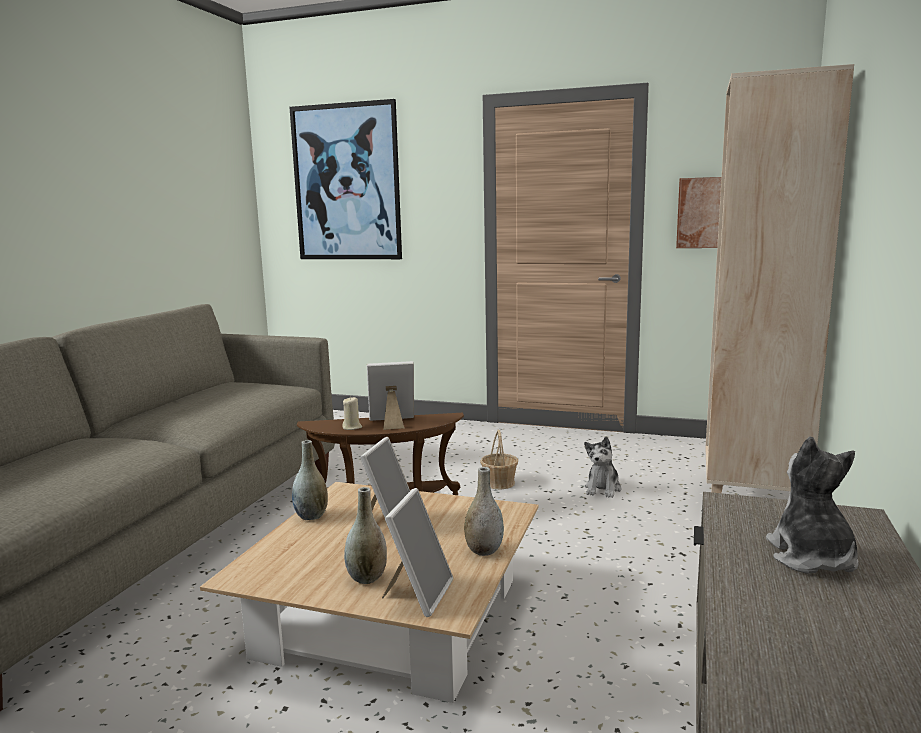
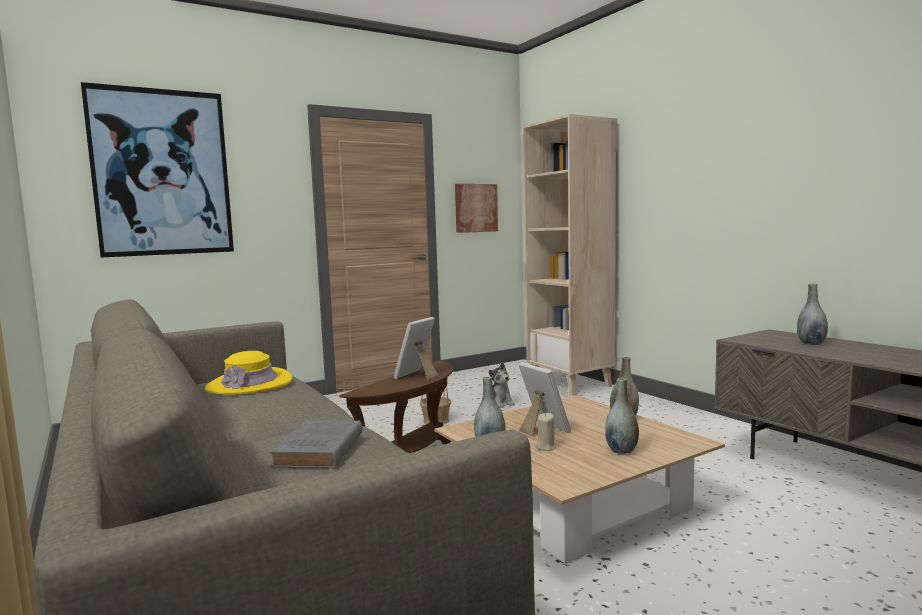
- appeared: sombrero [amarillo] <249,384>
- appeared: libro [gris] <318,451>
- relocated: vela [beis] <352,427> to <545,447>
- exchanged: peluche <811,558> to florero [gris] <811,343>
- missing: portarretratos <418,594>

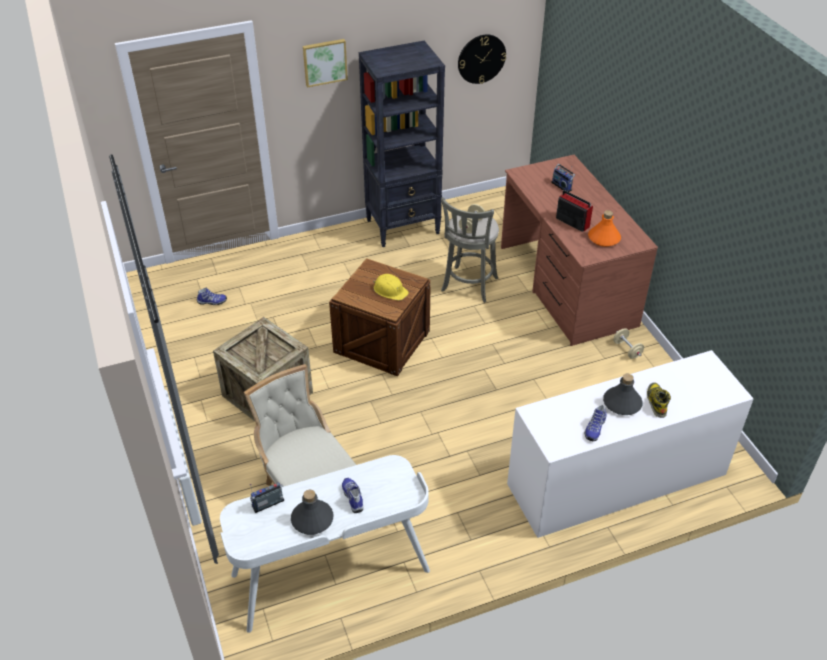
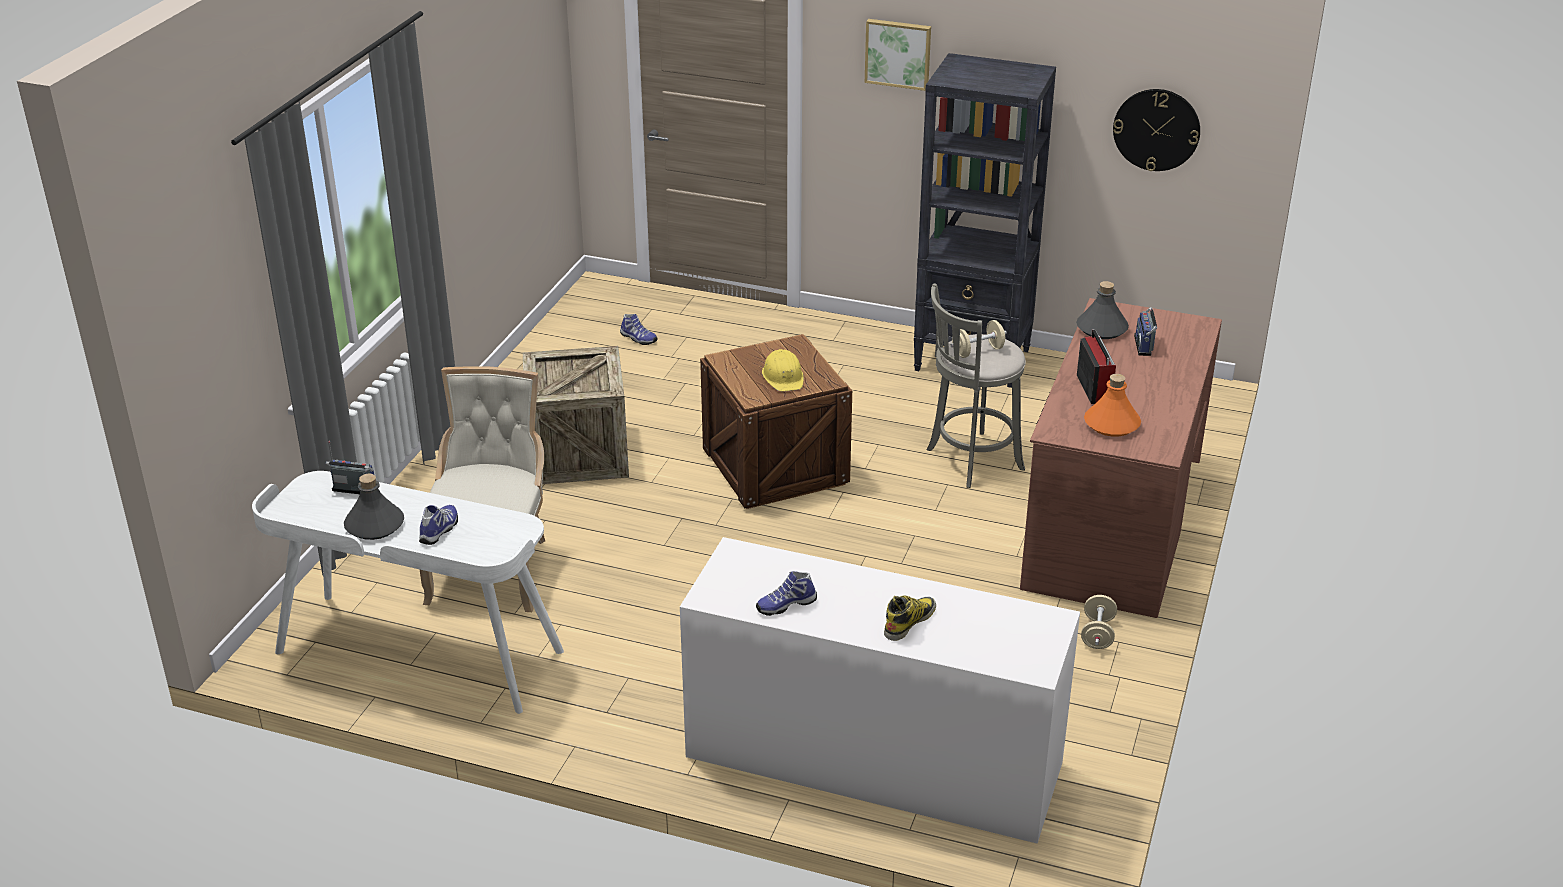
- relocated: botella [gris] <621,403> to <1101,329>

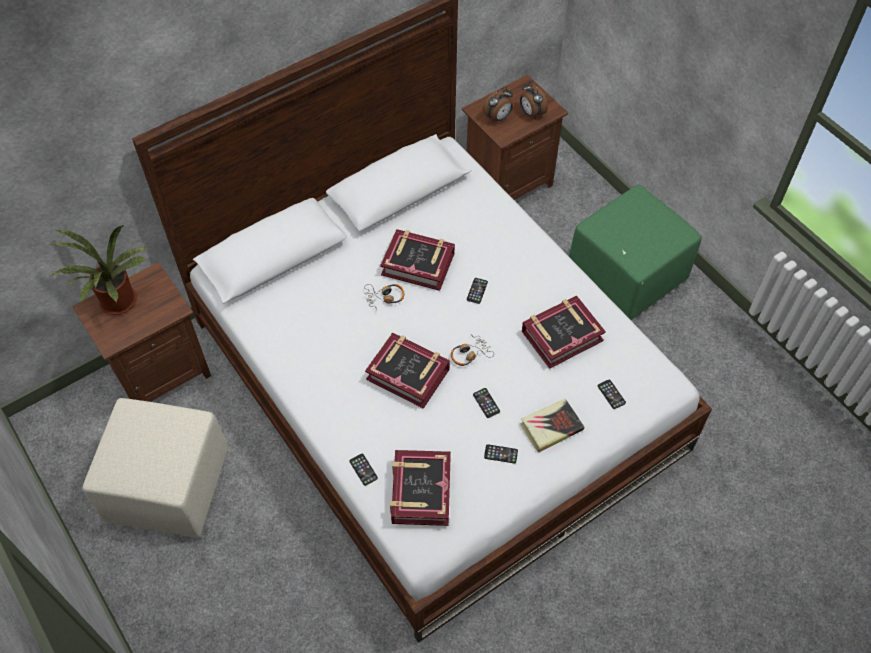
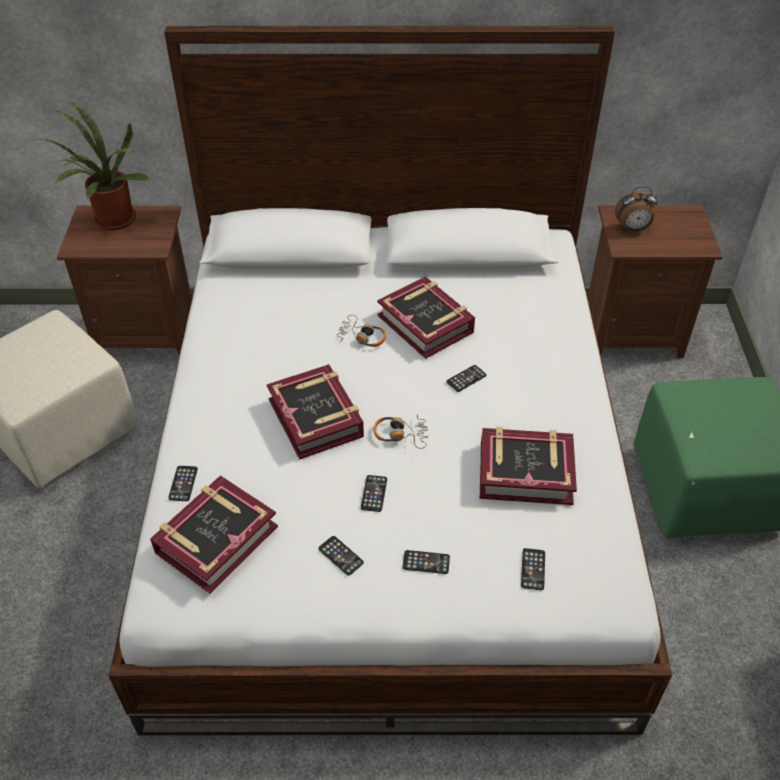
- exchanged: libro <551,427> to móvil <426,562>
- missing: despertador <531,113>

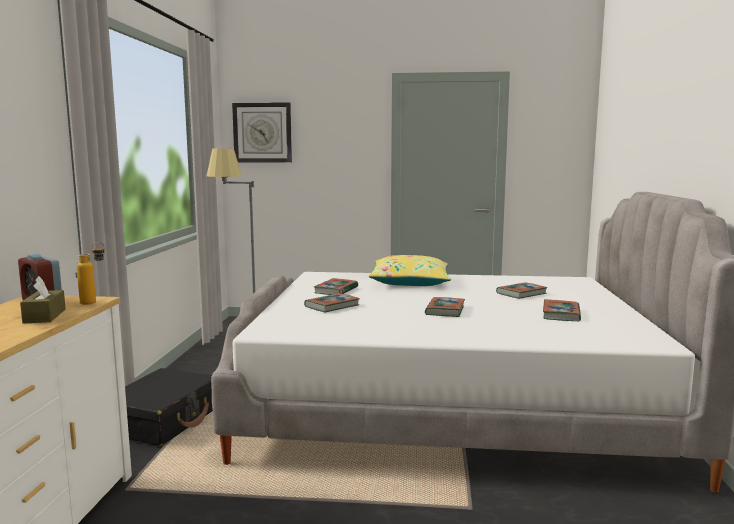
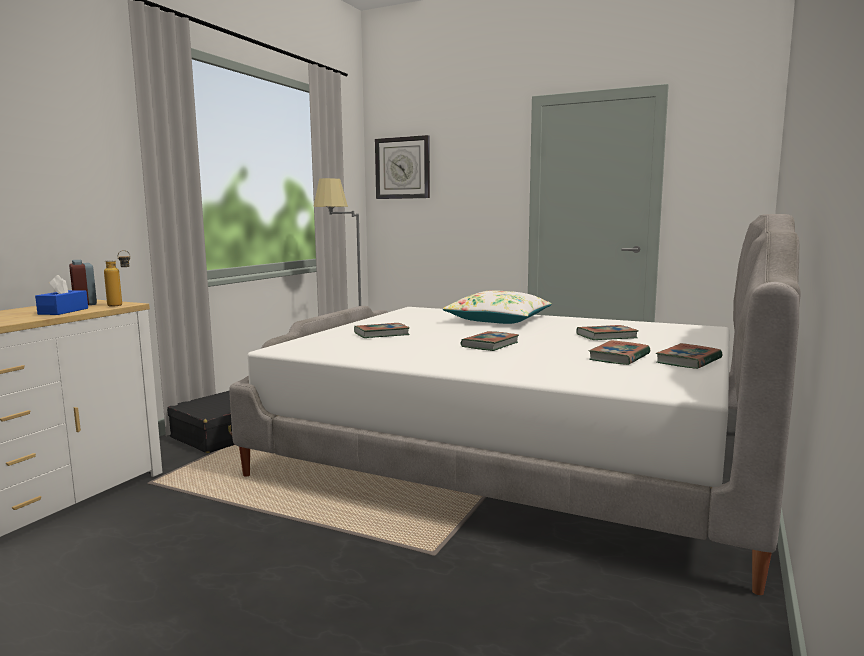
- colour: caja de pañuelos [marrón] <44,316> to caja de pañuelos [azul] <63,311>
- colour: cojín [amarillo] <410,282> to cojín [blanco] <498,320>
- relocated: libro <336,290> to <688,361>

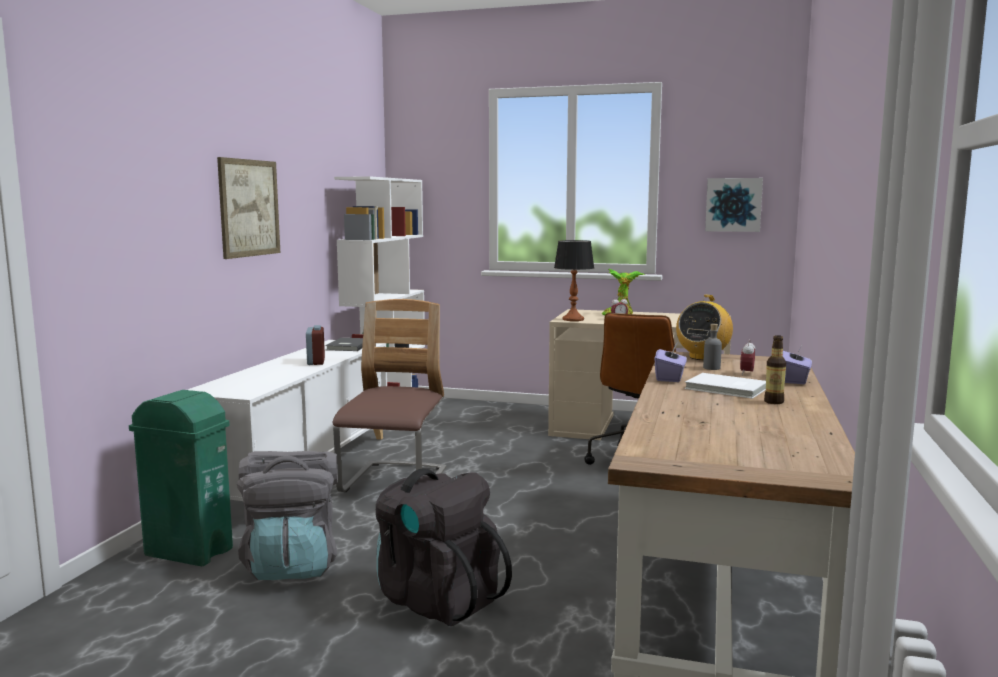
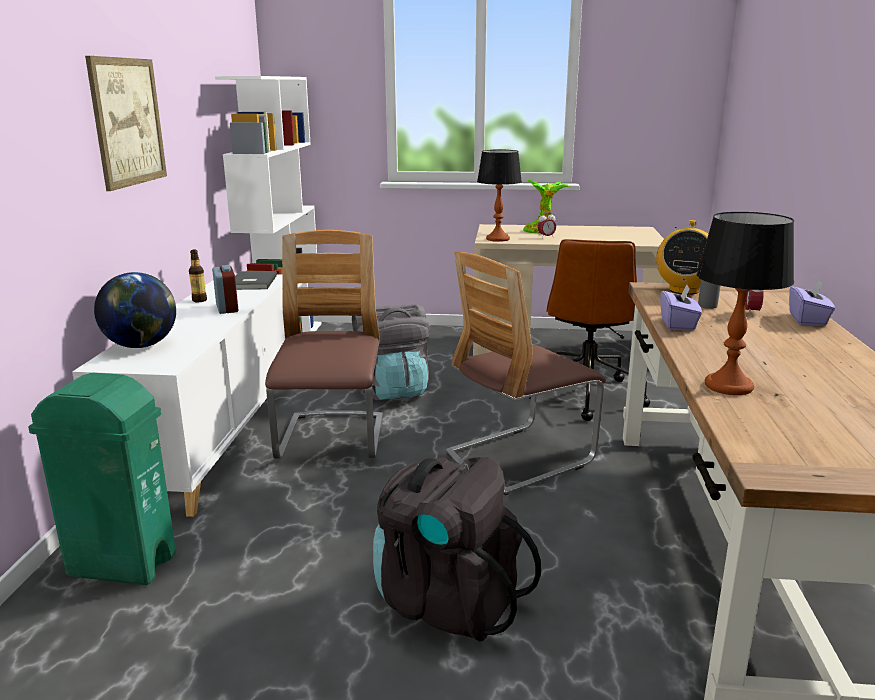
- appeared: globo terráqueo <142,345>
- relocated: botella <774,402> to <199,300>
- relocated: mochila [gris] <293,565> to <393,389>
- appeared: silla <519,458>
- appeared: lámpara de mesa <729,386>
- missing: libro [blanco] <726,389>
- missing: cuadro <733,204>

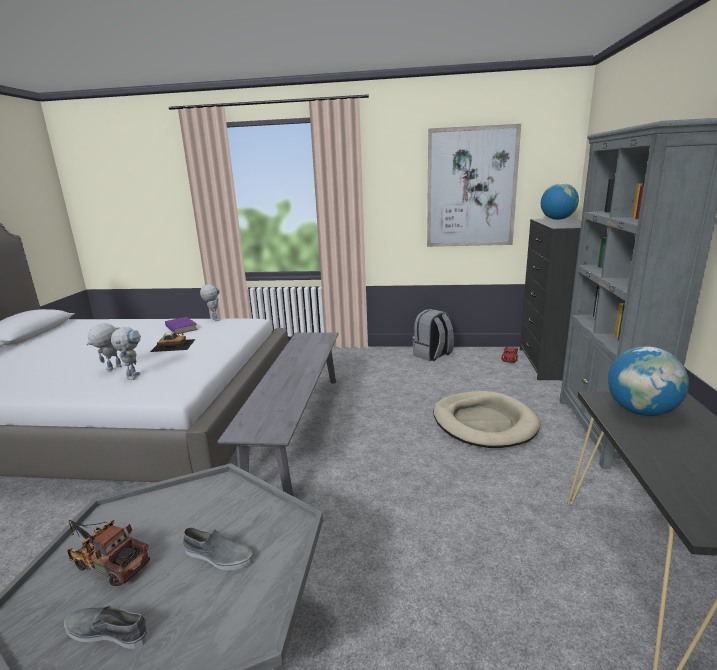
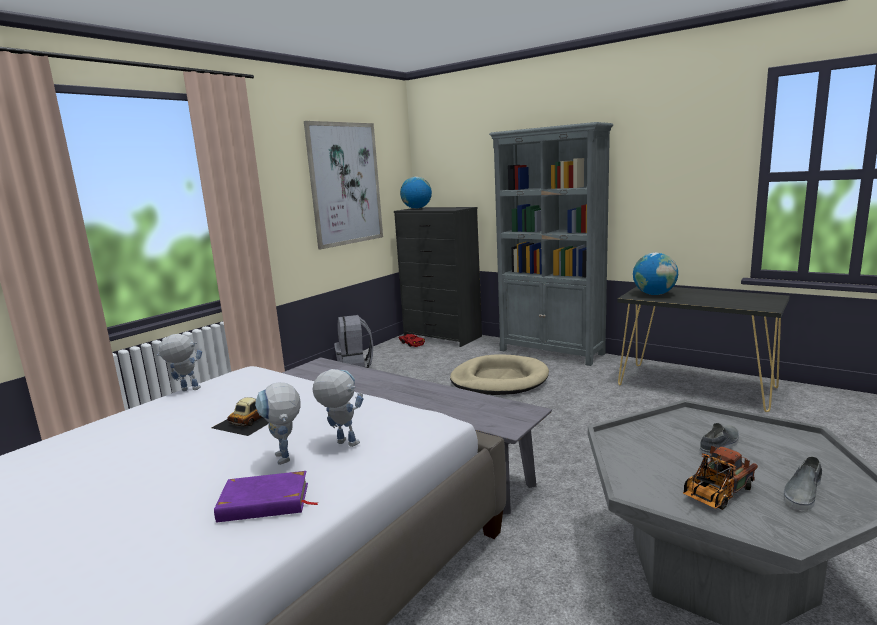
- relocated: libro [morado] <181,328> to <265,502>

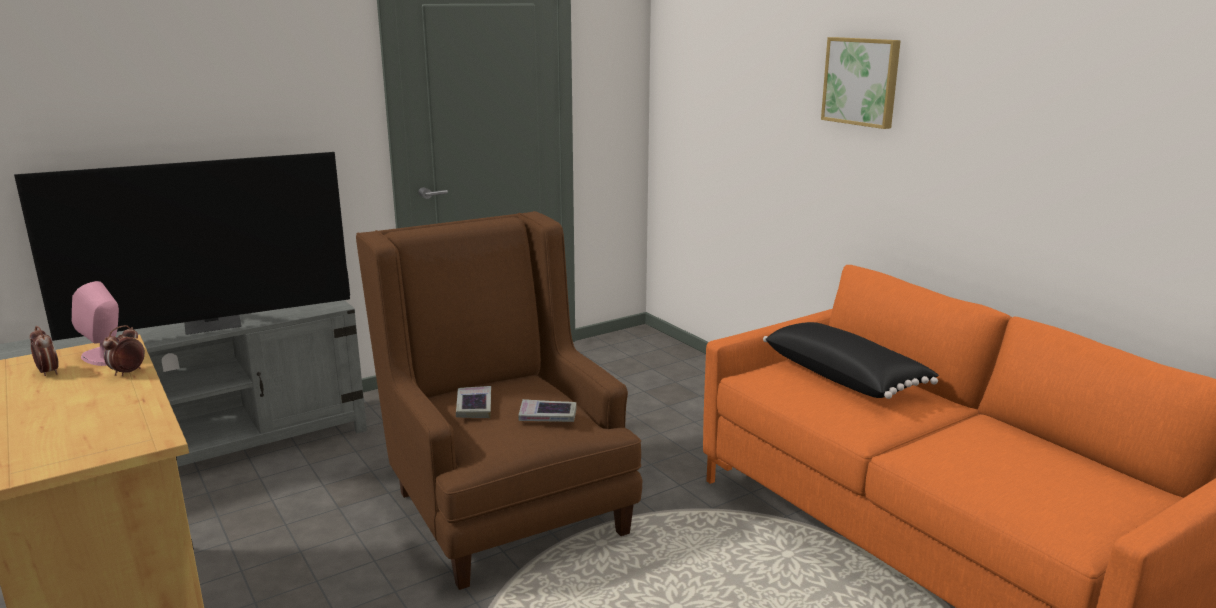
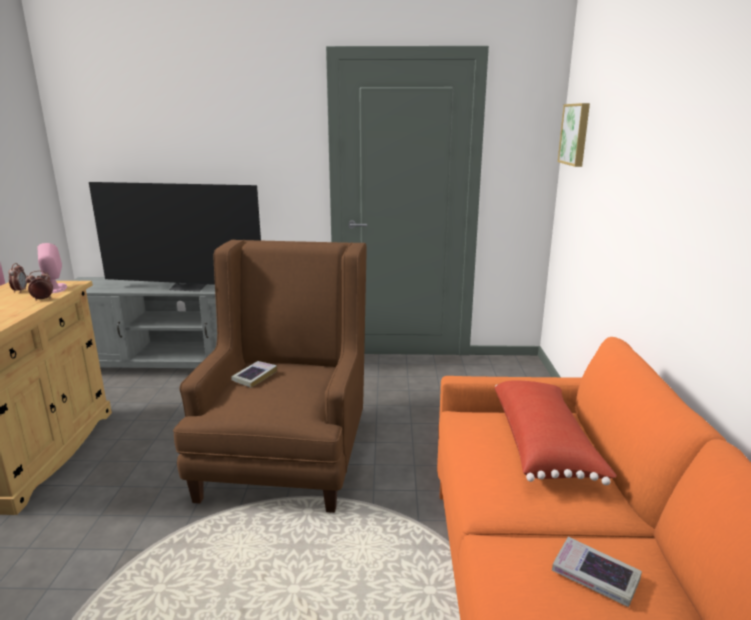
- colour: cojín [negro] <845,377> to cojín [rojo] <544,446>
- relocated: libro <547,416> to <595,576>
- relocated: cuadro <862,81> to <576,134>

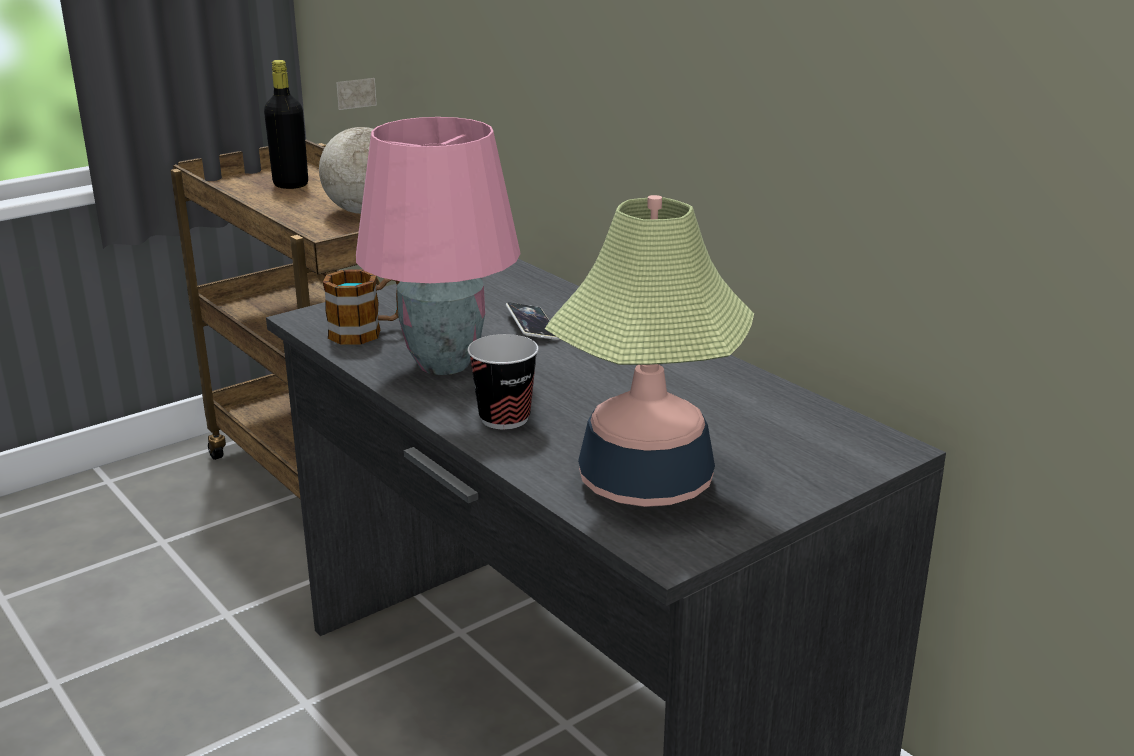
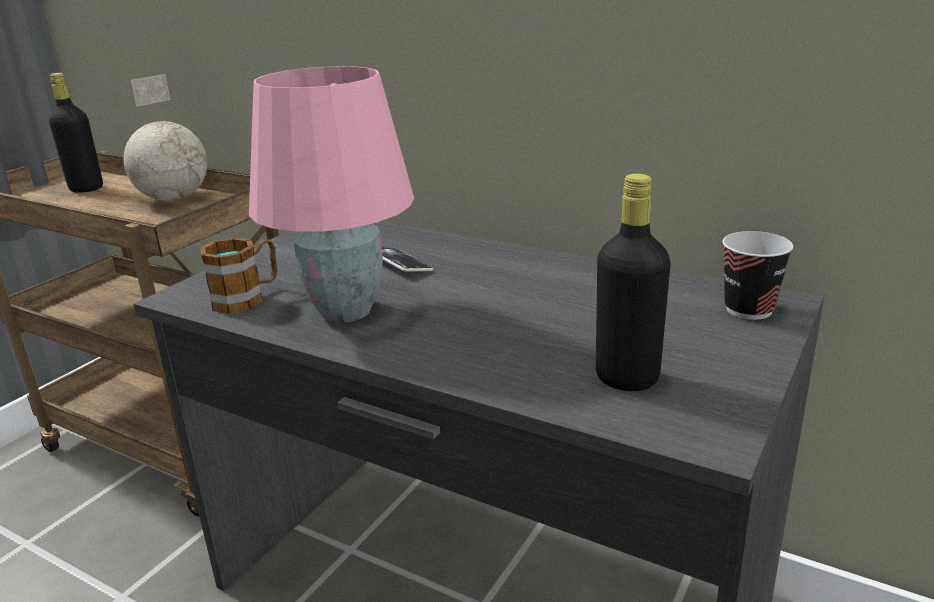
- exchanged: lámpara de mesa <646,483> to botella [negro] <627,378>
- relocated: taza <504,418> to <749,309>

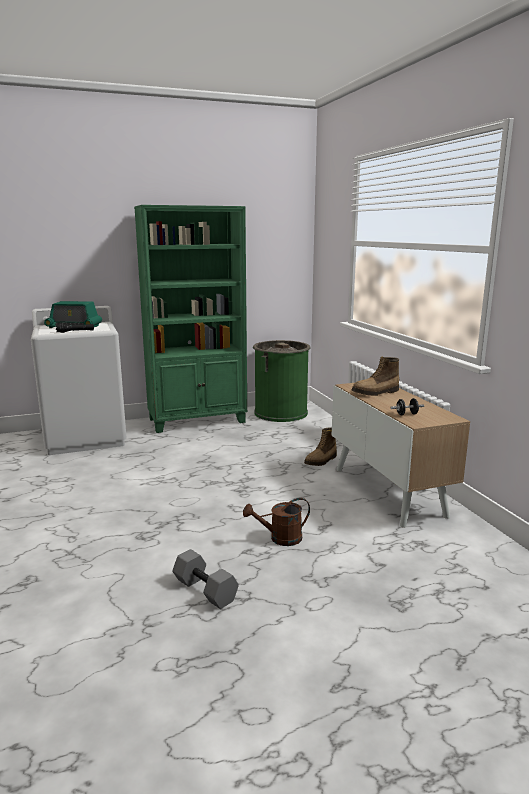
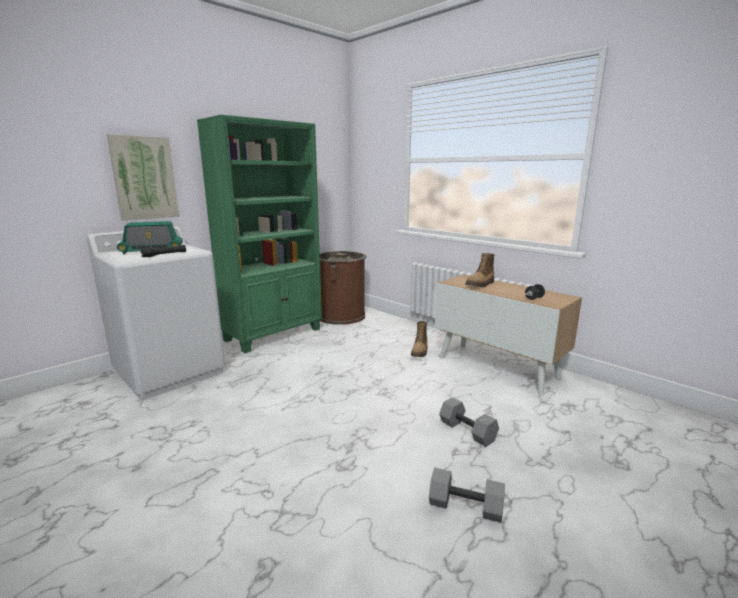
- appeared: cuadro <144,178>
- colour: papelera [verde] <281,413> to papelera [marrón] <341,316>
- exchanged: regadera [marrón] <280,539> to mancuerna [gris] <468,431>

